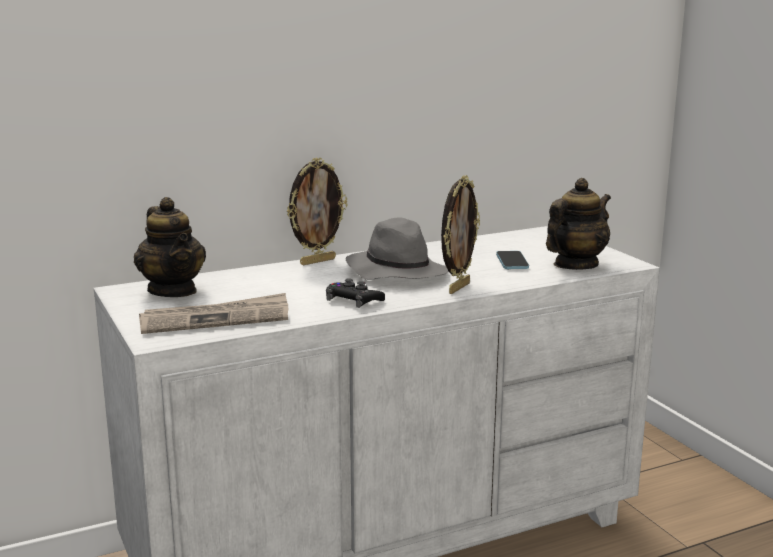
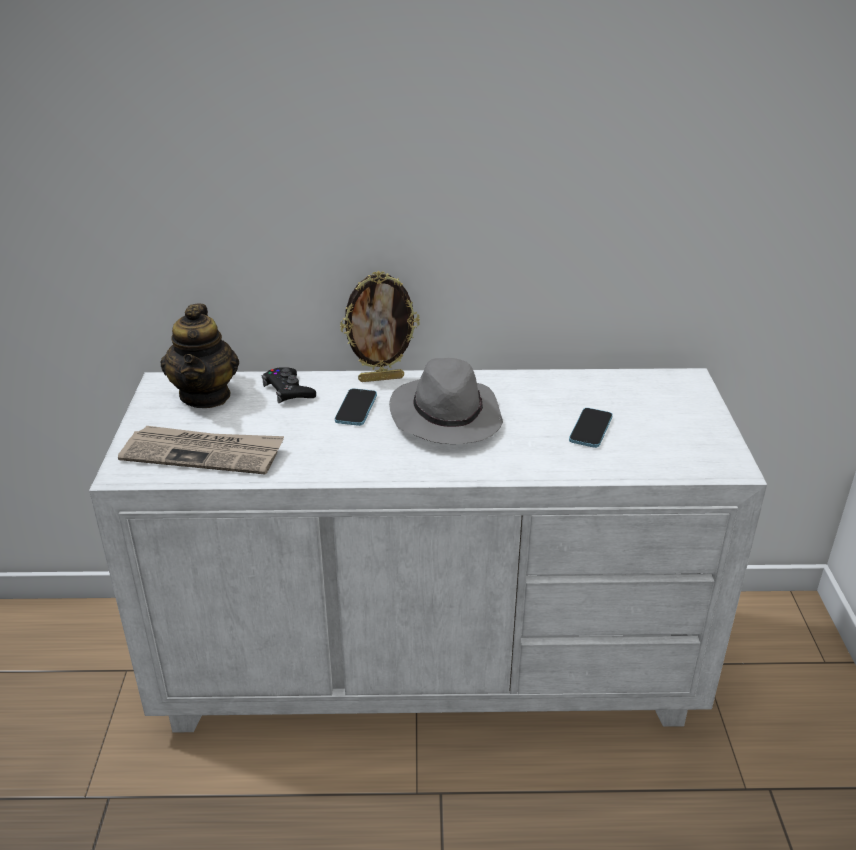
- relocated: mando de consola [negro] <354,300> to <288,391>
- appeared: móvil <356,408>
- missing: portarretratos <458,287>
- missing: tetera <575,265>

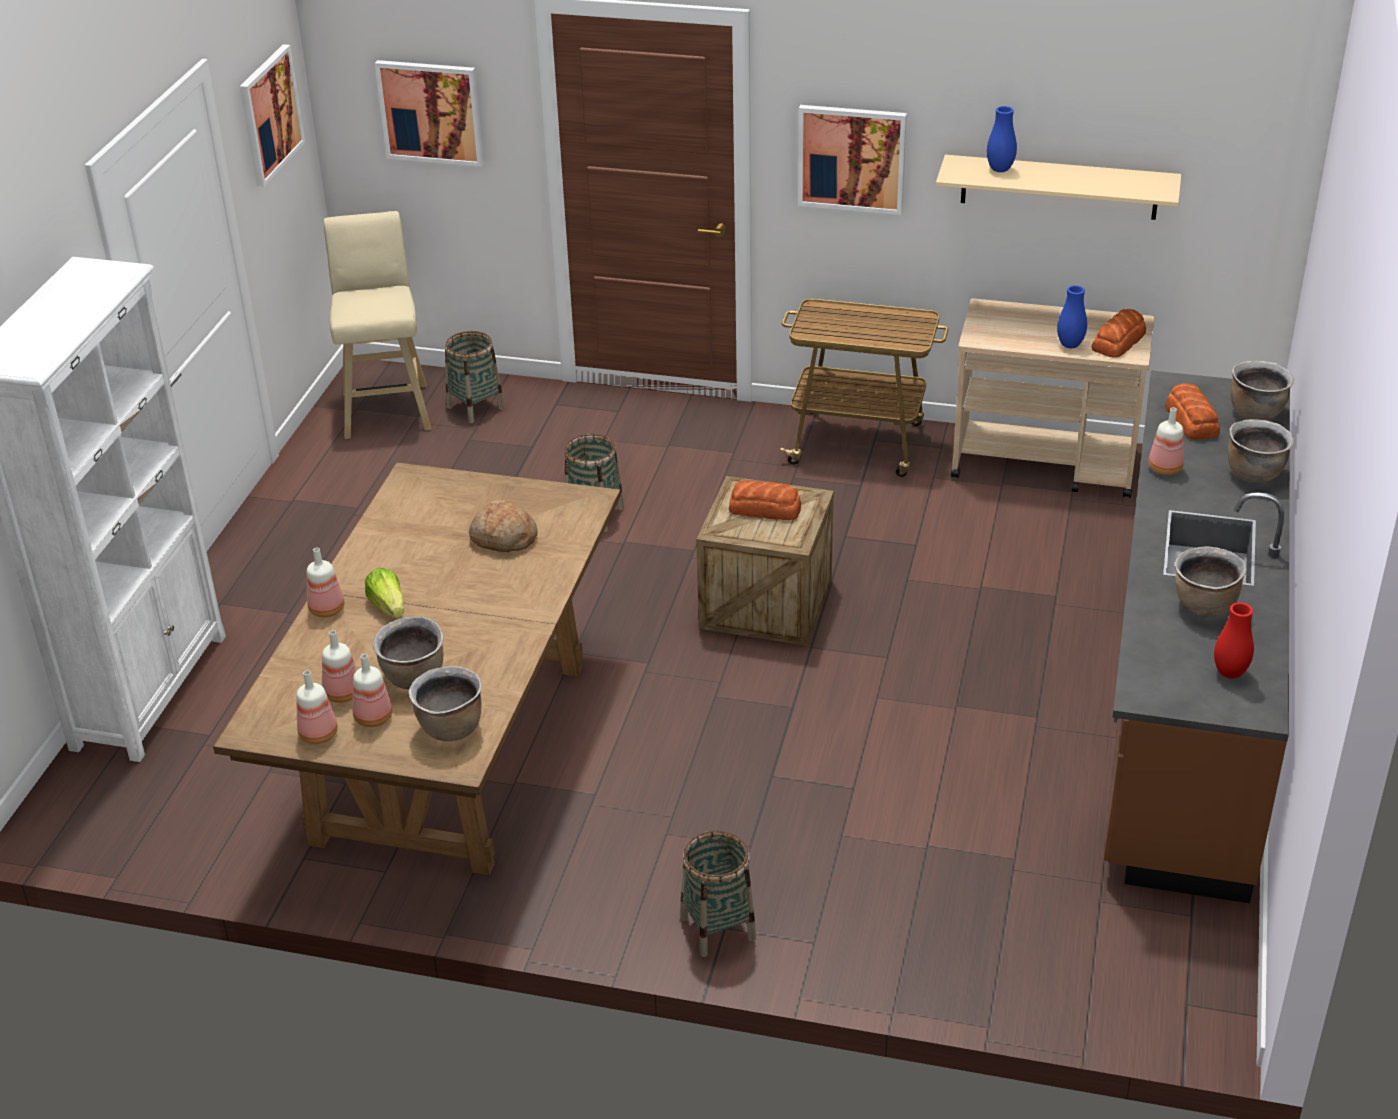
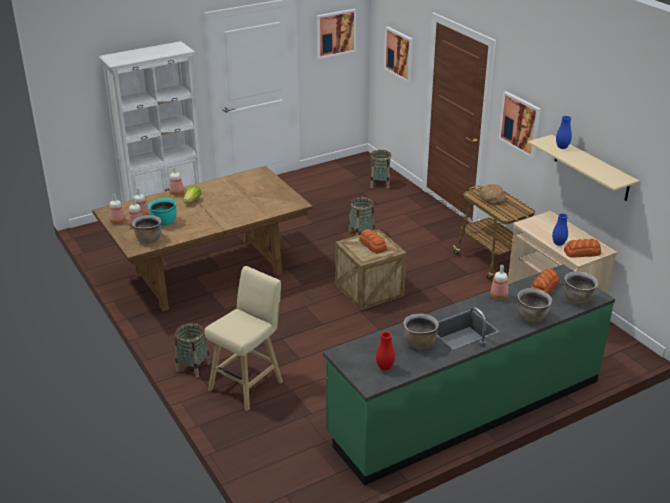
- colour: olla [marrón] <414,678> to olla [turquesa] <164,222>
- relocated: taburete [beis] <386,408> to <248,384>
- colour: mueble bajo de cocina [marrón] <1184,693> to mueble bajo de cocina [verde] <466,408>
- relocated: pan <503,538> to <492,199>

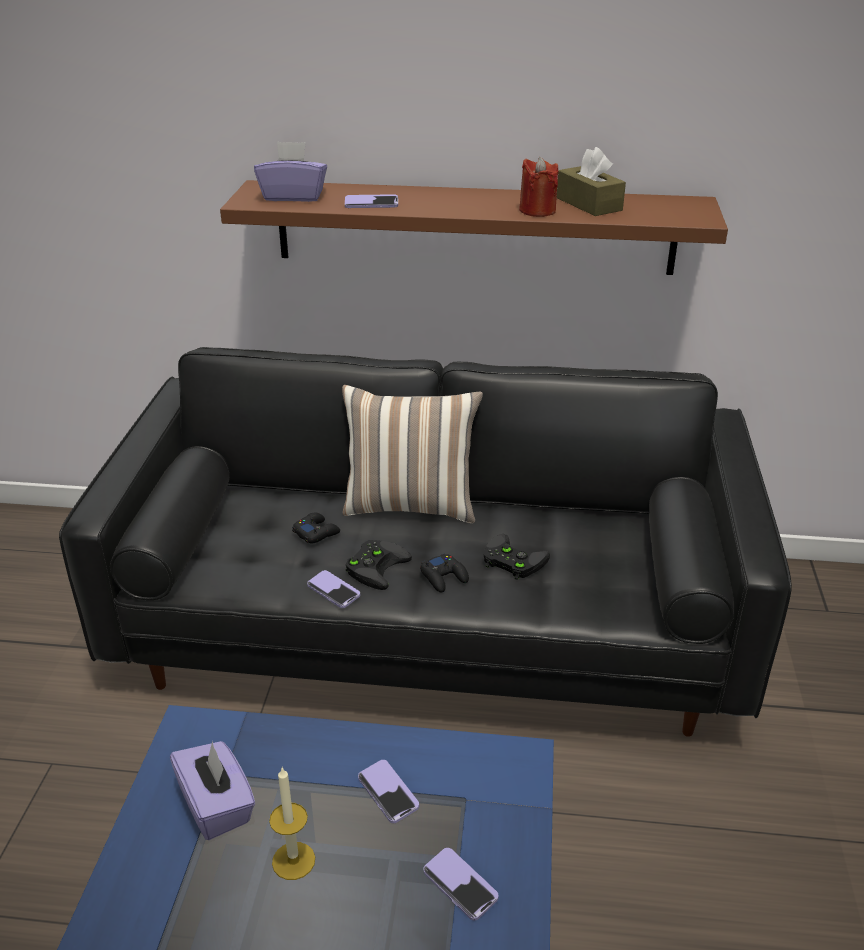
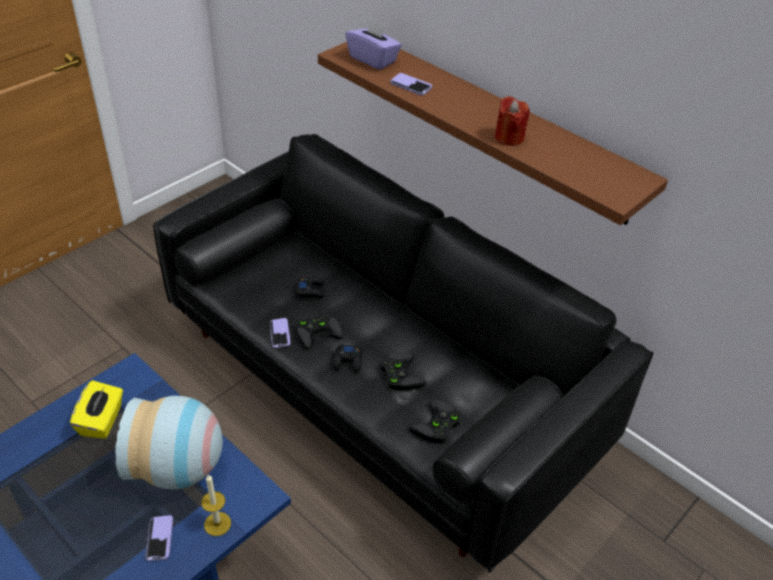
- colour: caja de pañuelos [morado] <217,806> to caja de pañuelos [amarillo] <102,421>
- exchanged: móvil <388,792> to florero <179,468>
- relocated: vela <293,861> to <217,524>
- appeared: mando de consola [negro] <436,426>
- missing: cojín <411,505>
- missing: caja de pañuelos [marrón] <589,204>

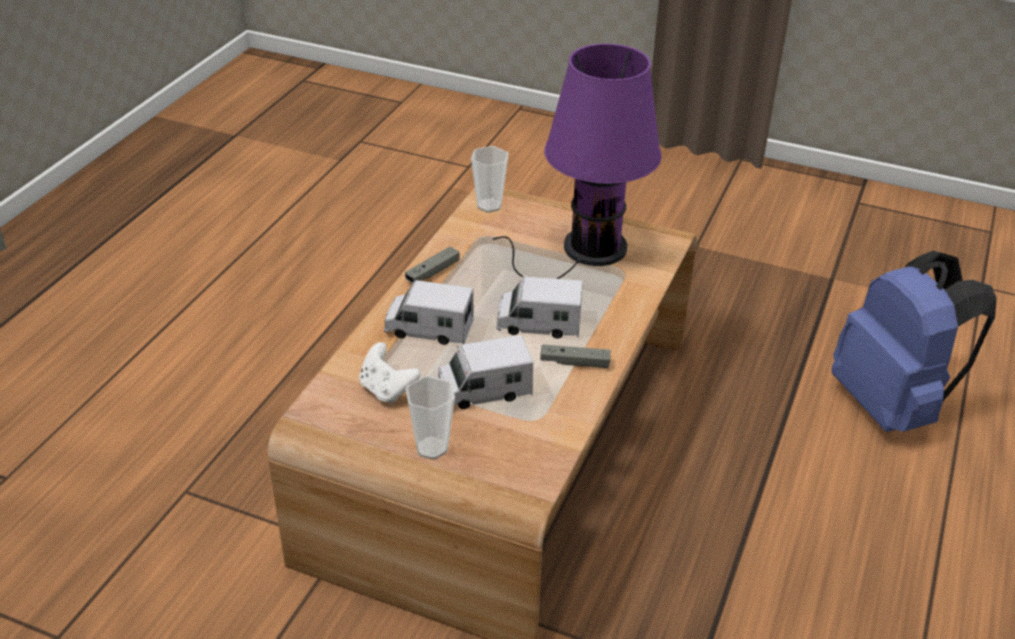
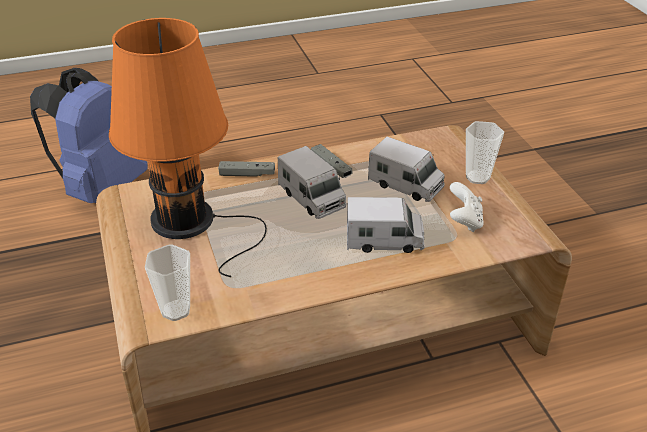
- colour: lámpara de mesa [morado] <587,249> to lámpara de mesa [naranja] <189,222>
- relocated: mando de consola [gris] <432,272> to <247,174>
- spun: camión de juguete <429,329> = <384,241> 60 degrees counterclockwise

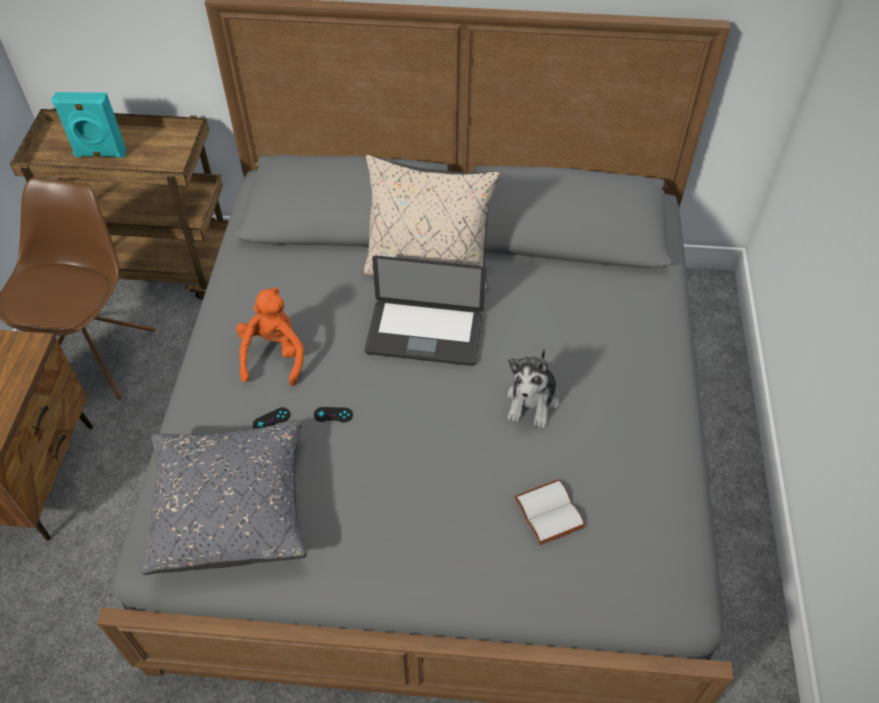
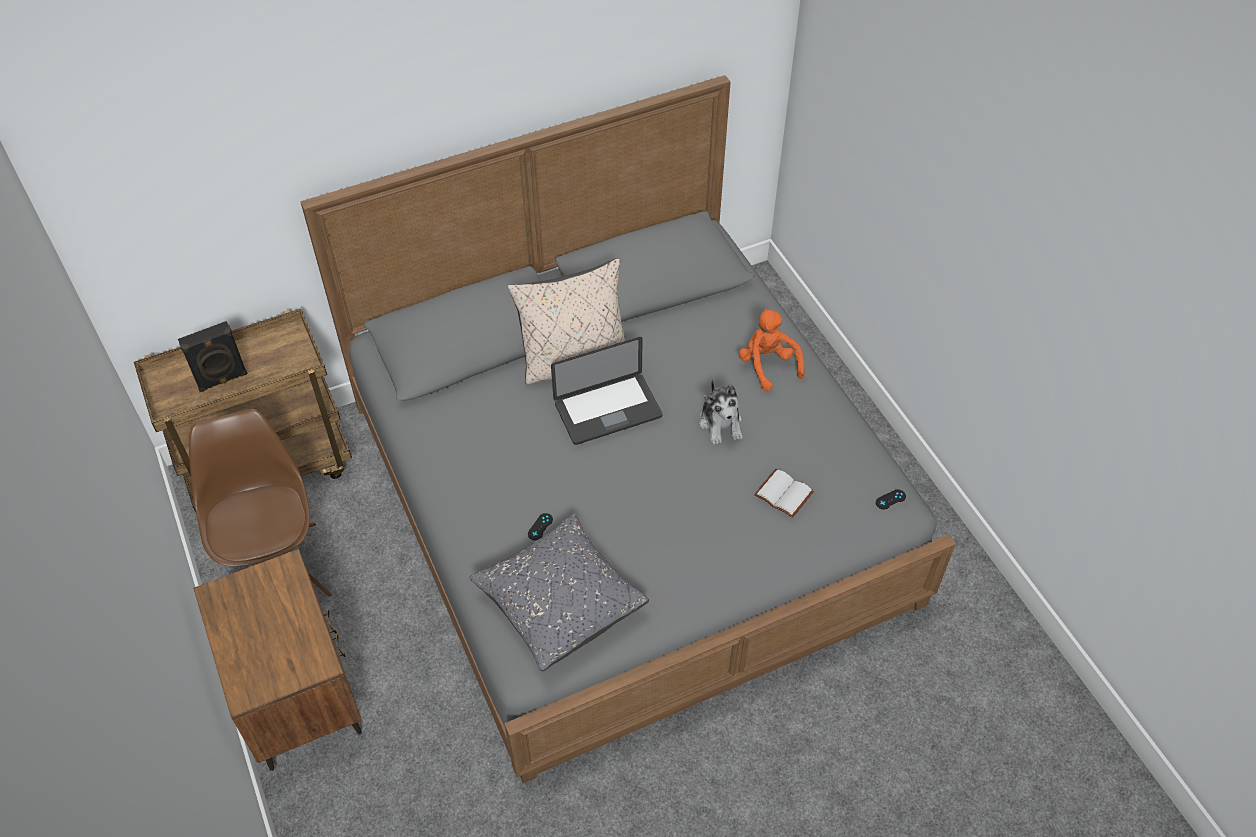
- colour: altavoz [turquesa] <100,154> to altavoz [negro] <222,380>
- relocated: peluche [naranja] <274,355> to <768,365>
- relocated: mando de consola [negro] <333,415> to <890,499>

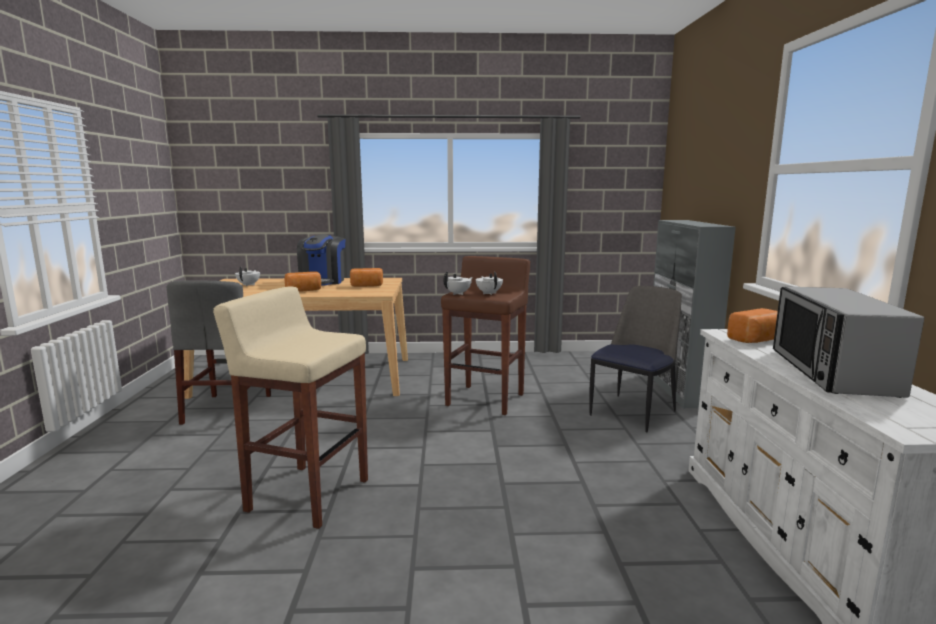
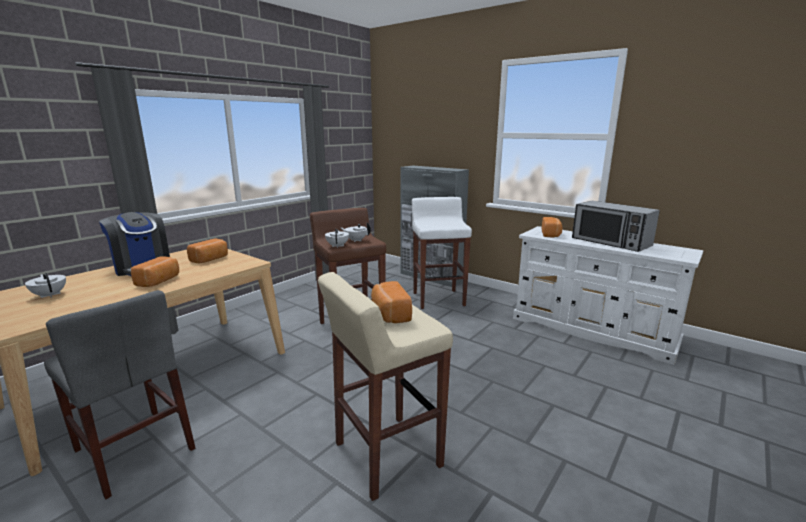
- appeared: pan <389,314>
- exchanged: silla <633,412> to taburete [blanco] <438,299>

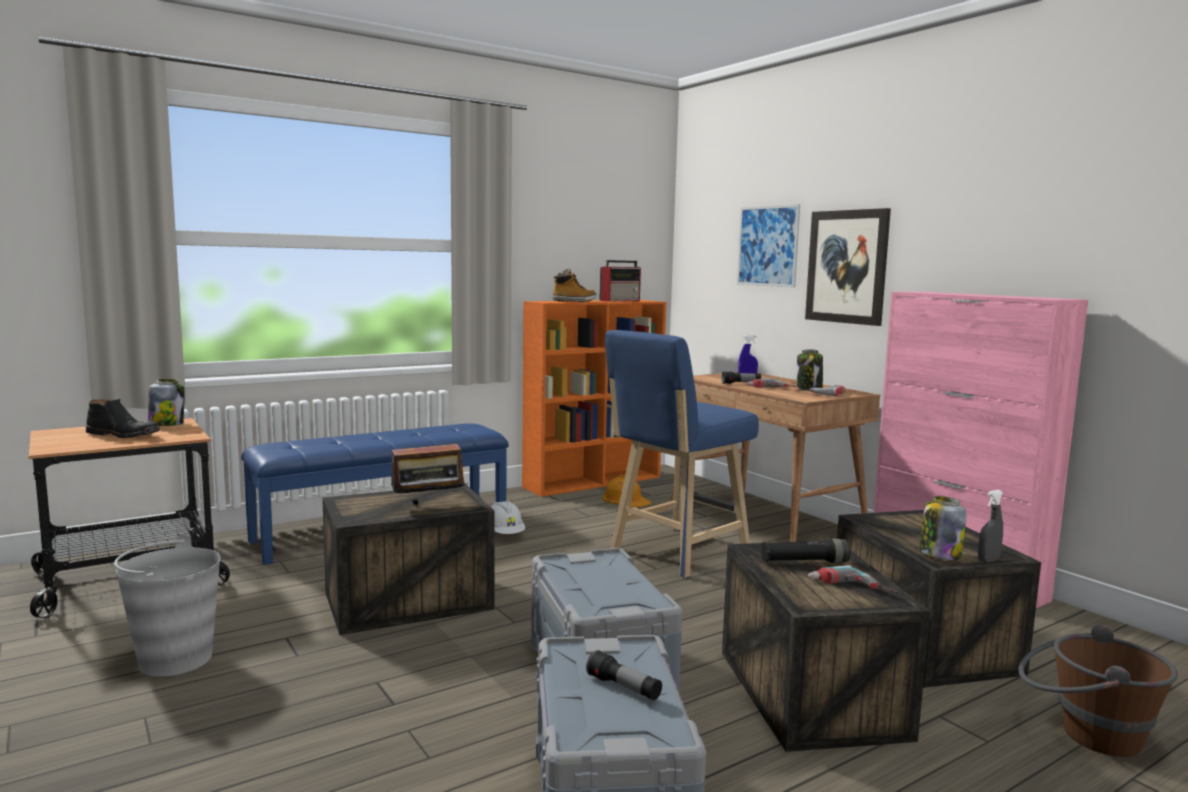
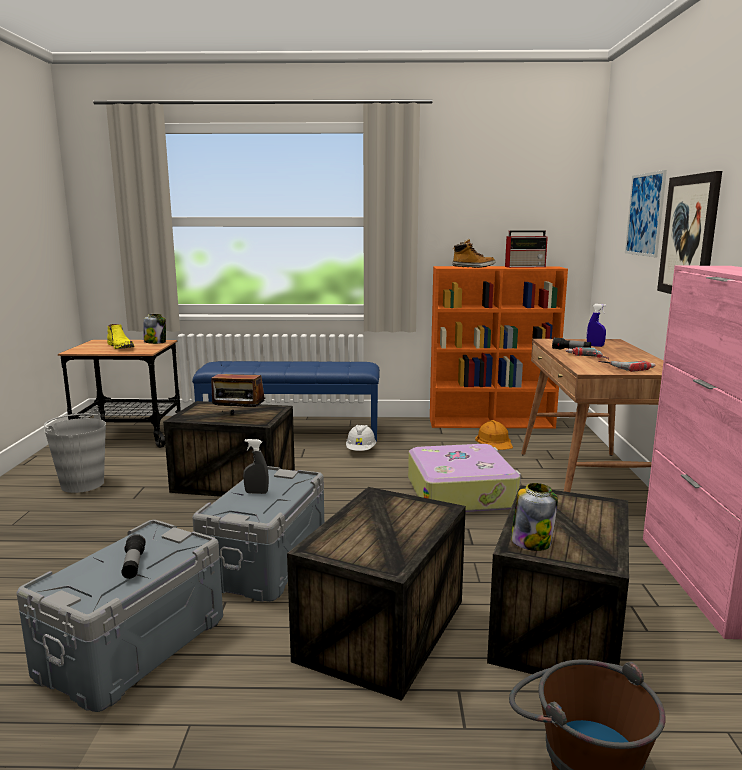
- colour: bota [negro] <124,435> to bota [amarillo] <121,347>
- relocated: pulverizador [gris] <988,559> to <256,493>
- exchanged: taburete [azul] <674,553> to maleta <461,492>
- missing: linterna [negro] <804,562>
- missing: tarro <809,388>
- missing: taladro <849,588>

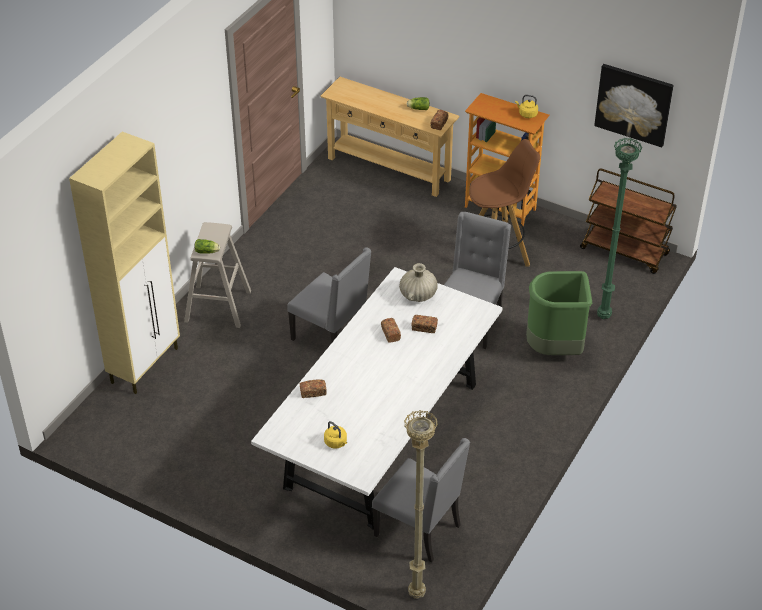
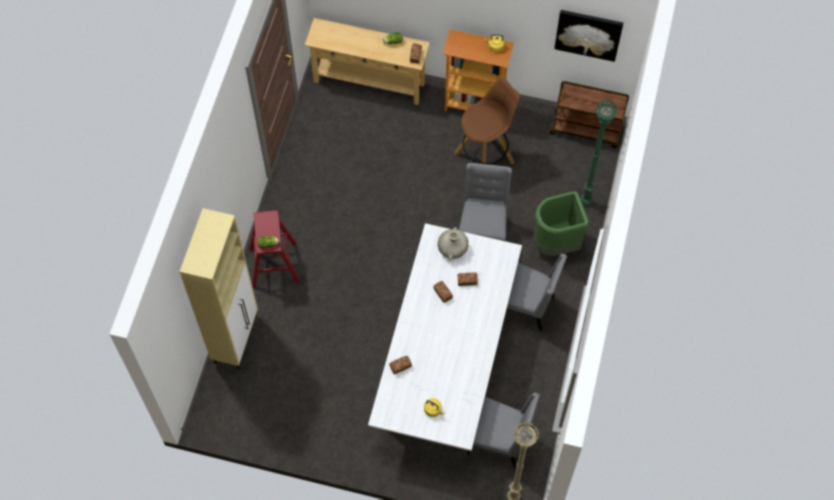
- colour: taburete [beis] <218,306> to taburete [rojo] <274,264>
- relocated: silla [gris] <332,337> to <527,307>

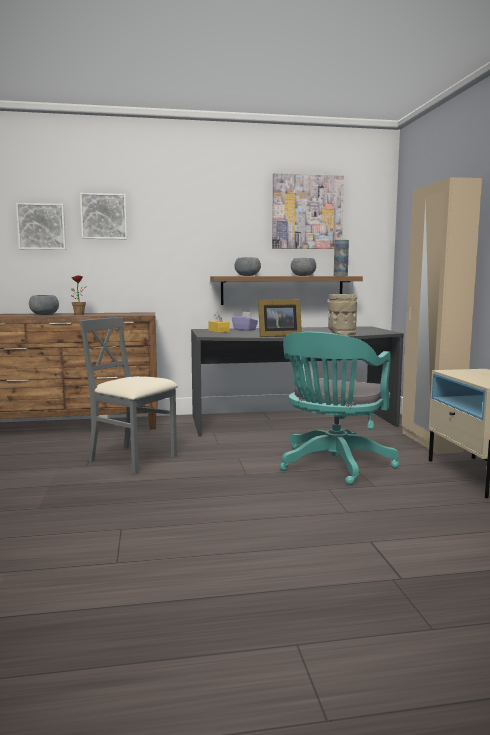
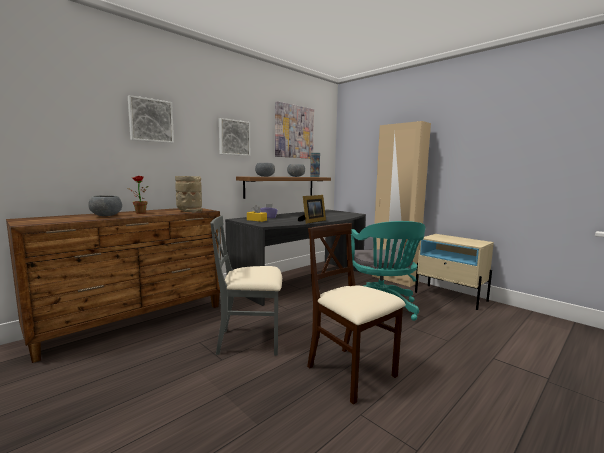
- relocated: florero [beis] <341,334> to <189,211>
- relocated: cuadro <42,227> to <234,137>
- appeared: silla [beis] <351,373>

